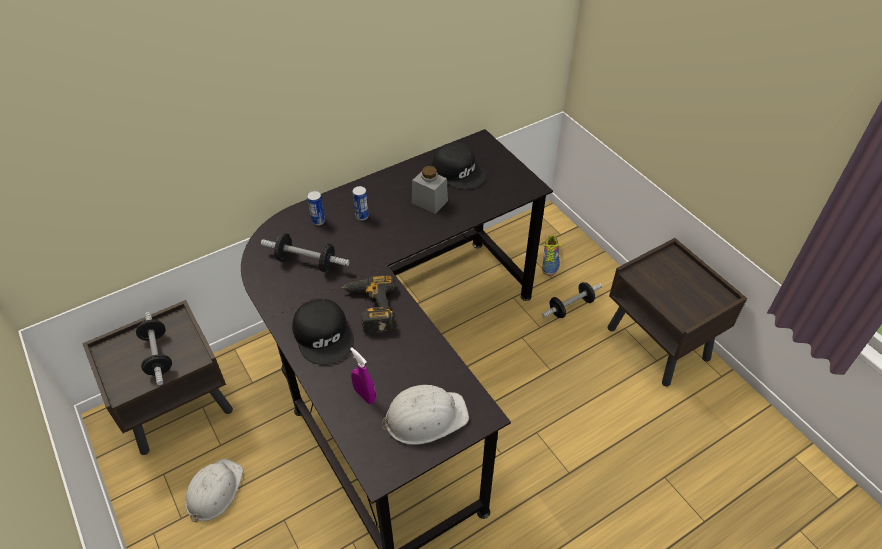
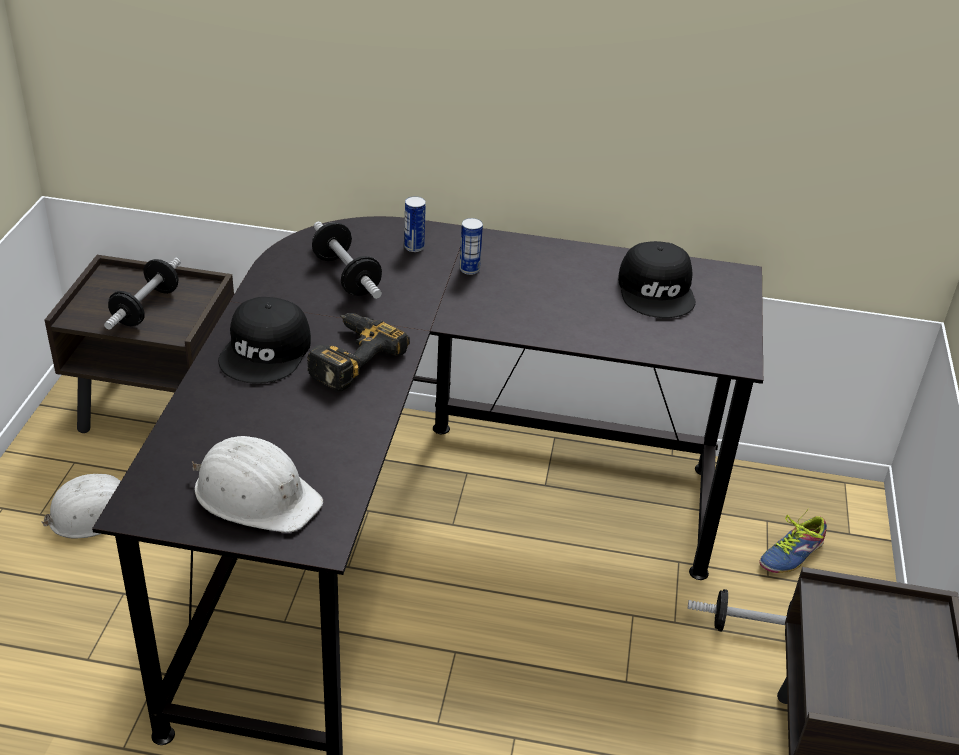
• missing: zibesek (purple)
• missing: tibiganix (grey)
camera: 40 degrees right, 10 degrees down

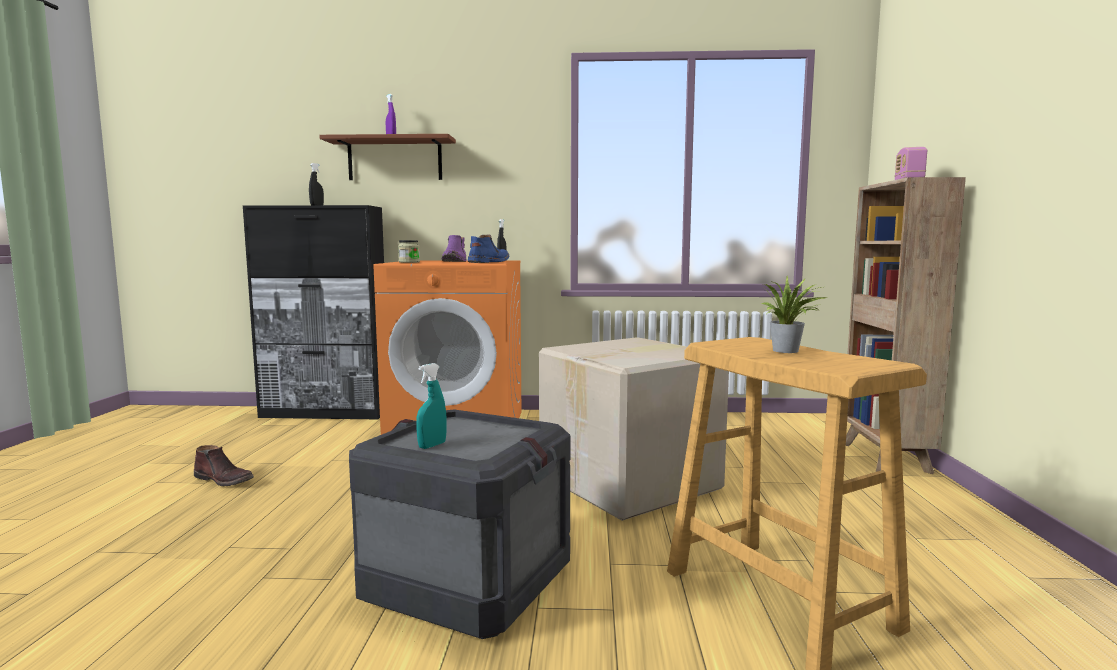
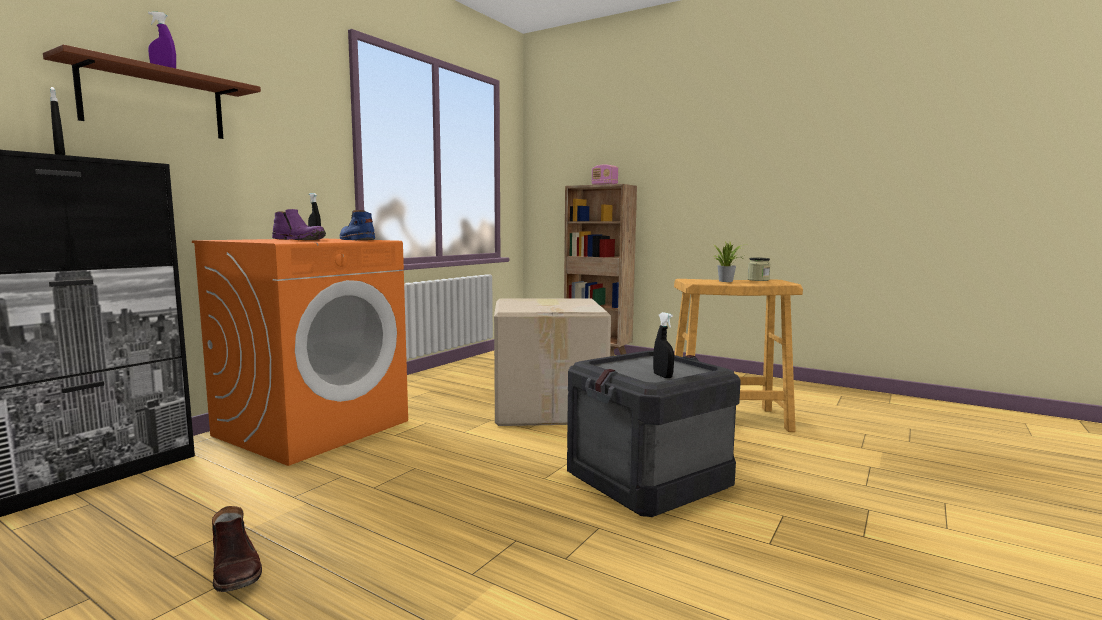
• relocated: tibiganix
• colour: zibesek (turquoise) to zibesek (black) (no. 3 from left)
• spun: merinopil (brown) 90 degrees clockwise
camera: 60 degrees left, 0 degrees up

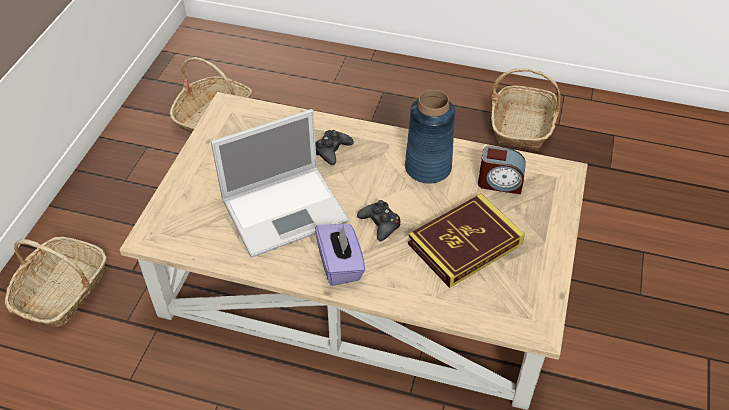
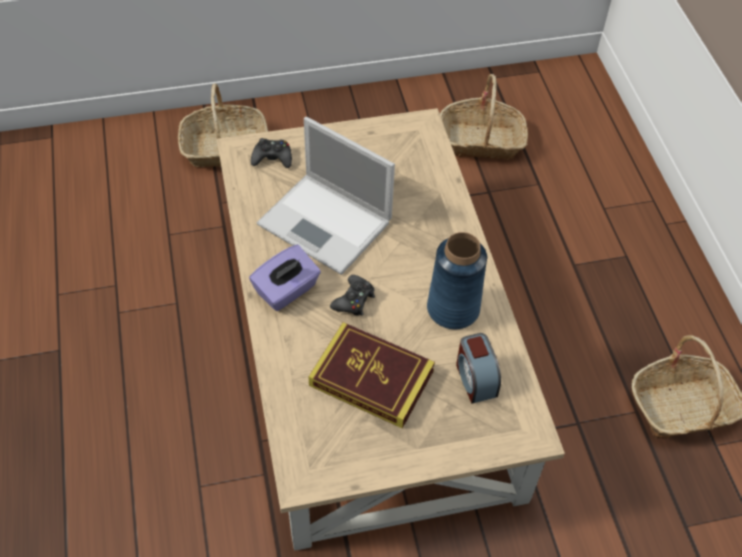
• relocated: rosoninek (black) (no. 1 from left)
camera: 60 degrees right, 5 degrees up

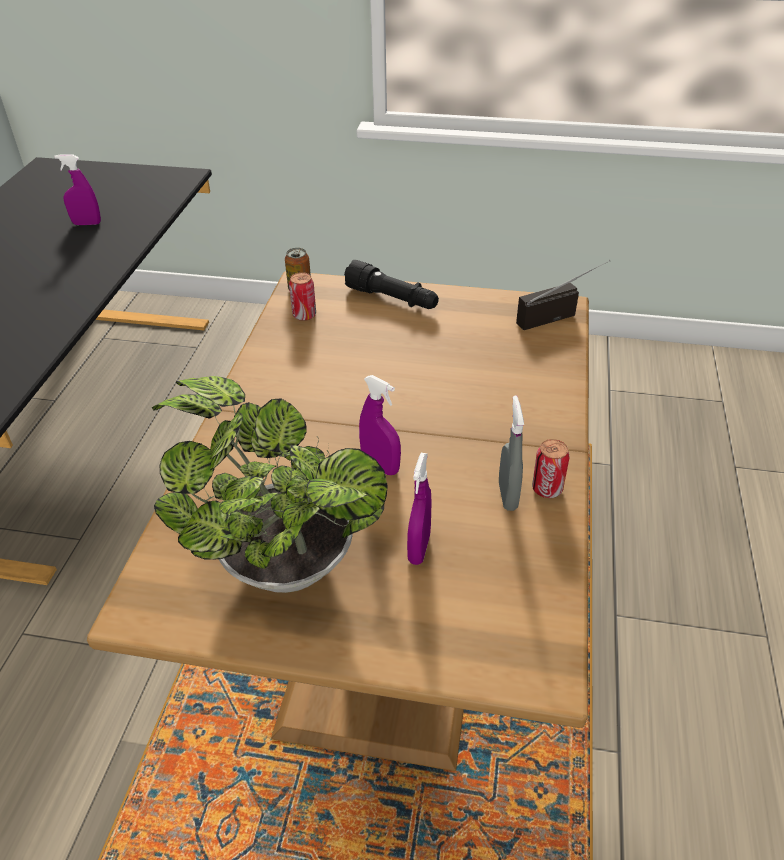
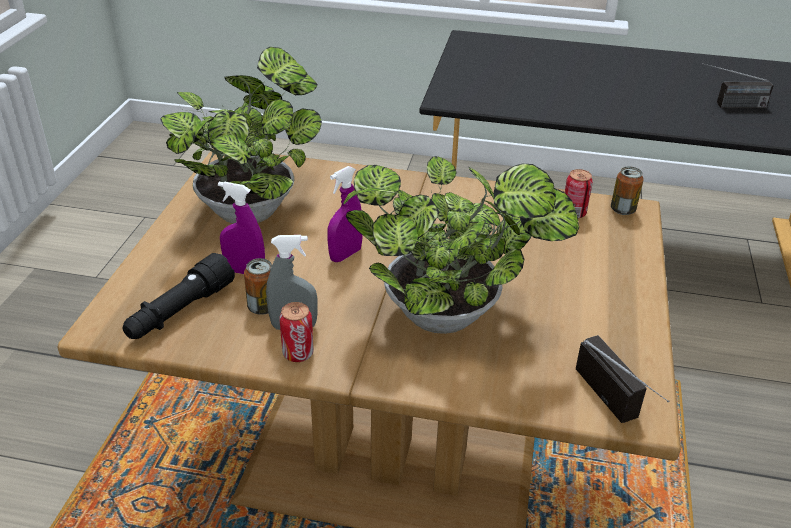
• appeared: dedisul (no. 1 from left)
• appeared: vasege (no. 2 from left)
• relocated: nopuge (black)
• exchanged: zibesek (purple) (no. 1 from left) to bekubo (no. 2 from left)
camera: 90 degrees right, 5 degrees down

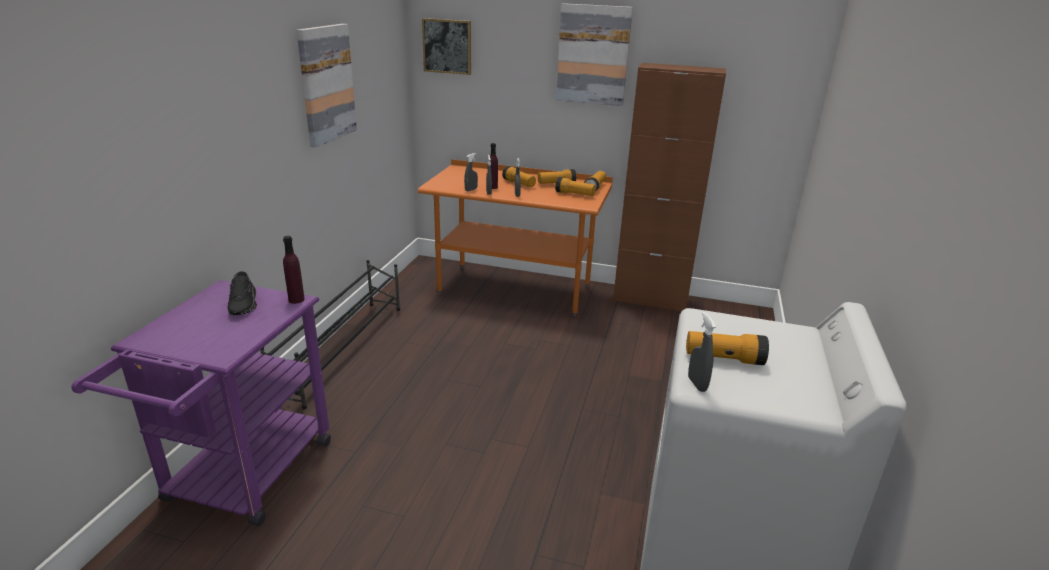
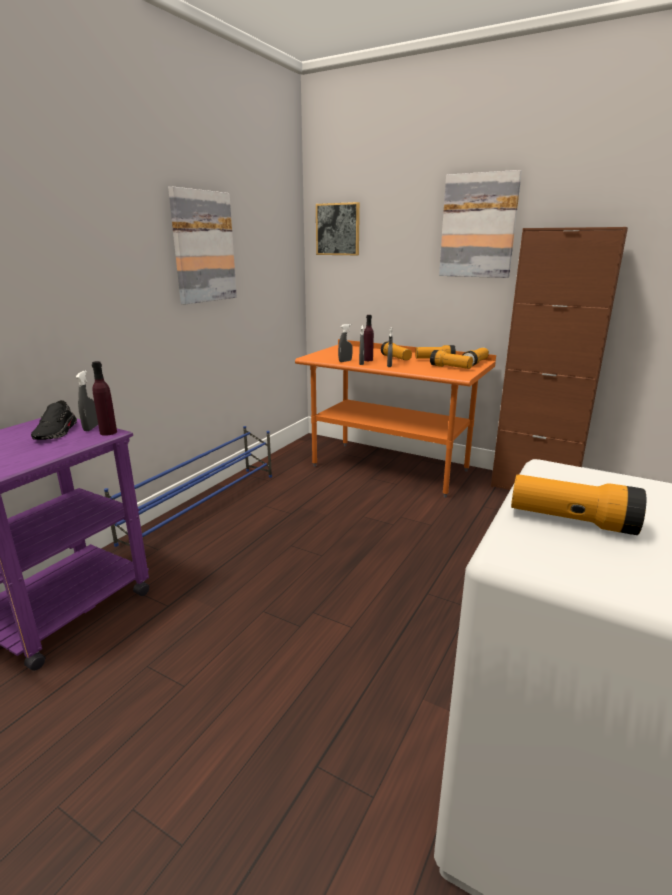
• relocated: zibesek (grey) (no. 4 from left in the first image) to zibesek (grey) (no. 1 from left)
• colour: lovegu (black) to lovegu (blue)
camera: 15 degrees right, 5 degrees down

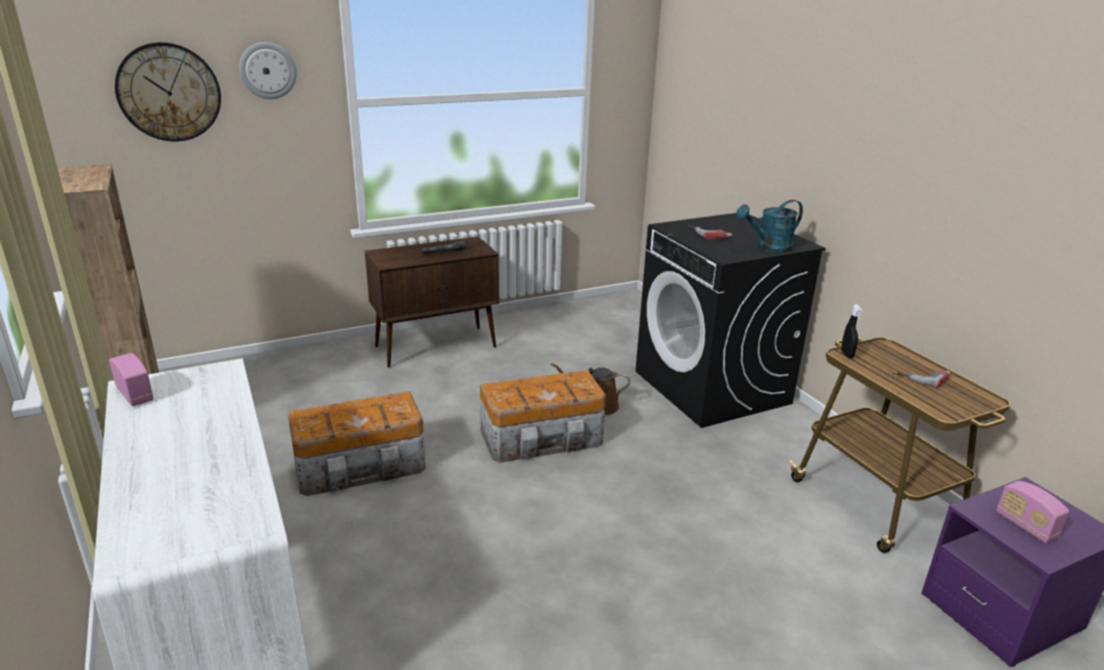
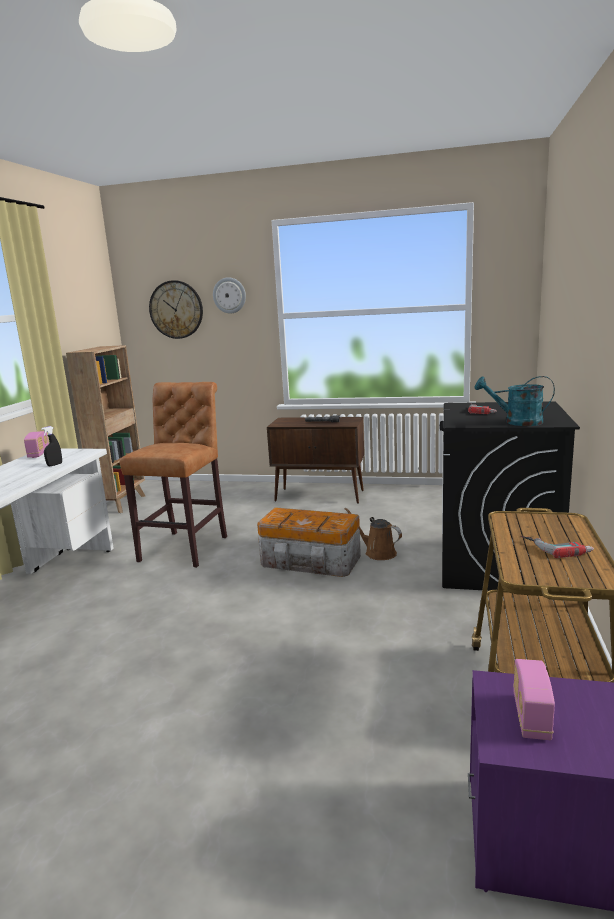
• relocated: zibesek (black)
• exchanged: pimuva (no. 1 from left) to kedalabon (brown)
camera: 40 degrees right, 10 degrees down

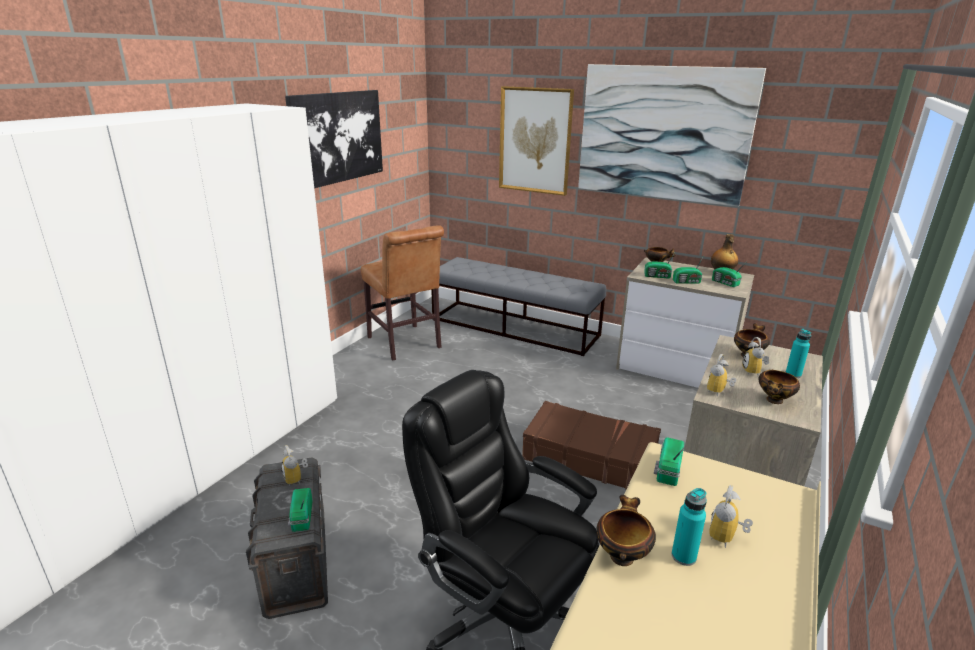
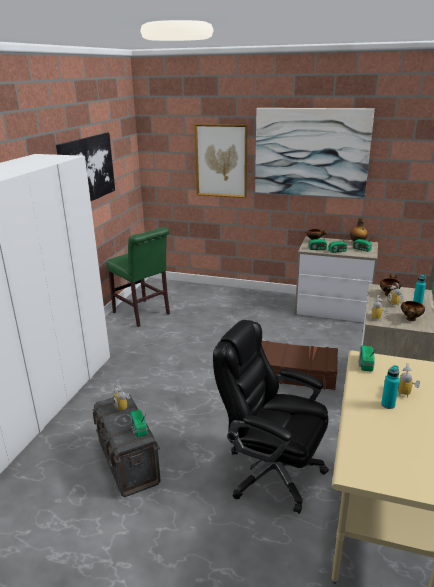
• missing: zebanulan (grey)
• missing: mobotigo (no. 1 from left)
• colour: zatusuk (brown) to zatusuk (green)
camera: 10 degrees left, 0 degrees up

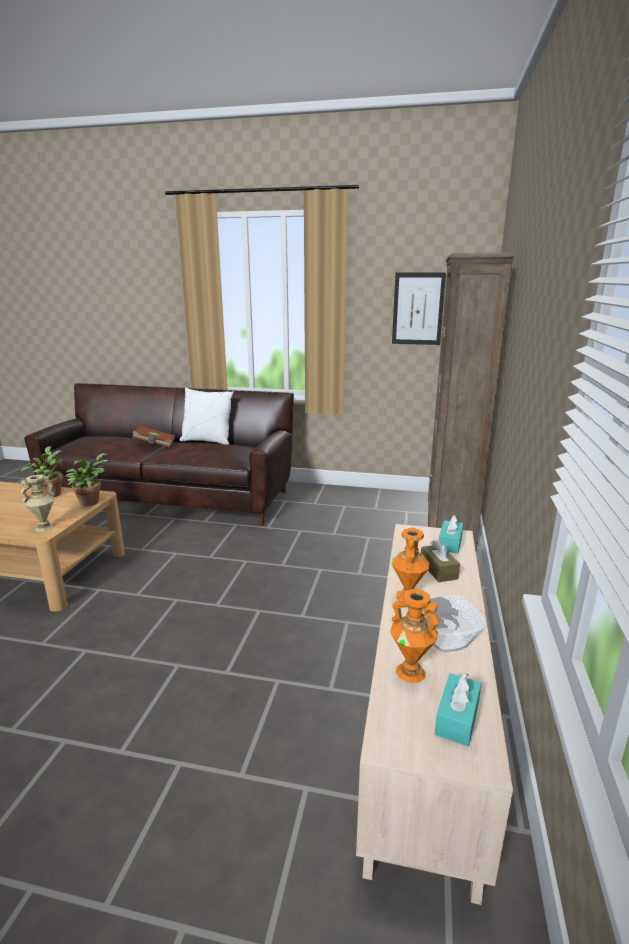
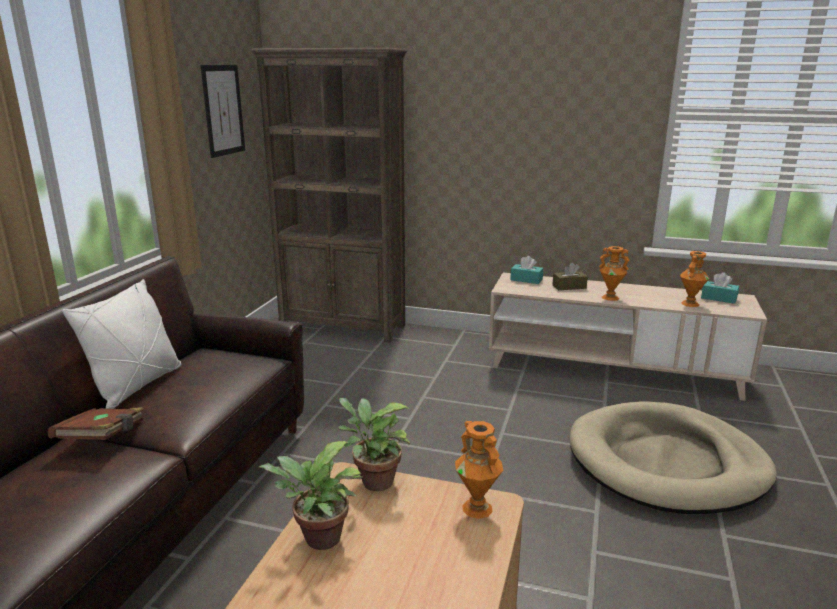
• missing: mobotigo
• appeared: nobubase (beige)
• colour: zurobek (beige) to zurobek (orange) (no. 1 from left)
camera: 85 degrees left, 0 degrees up

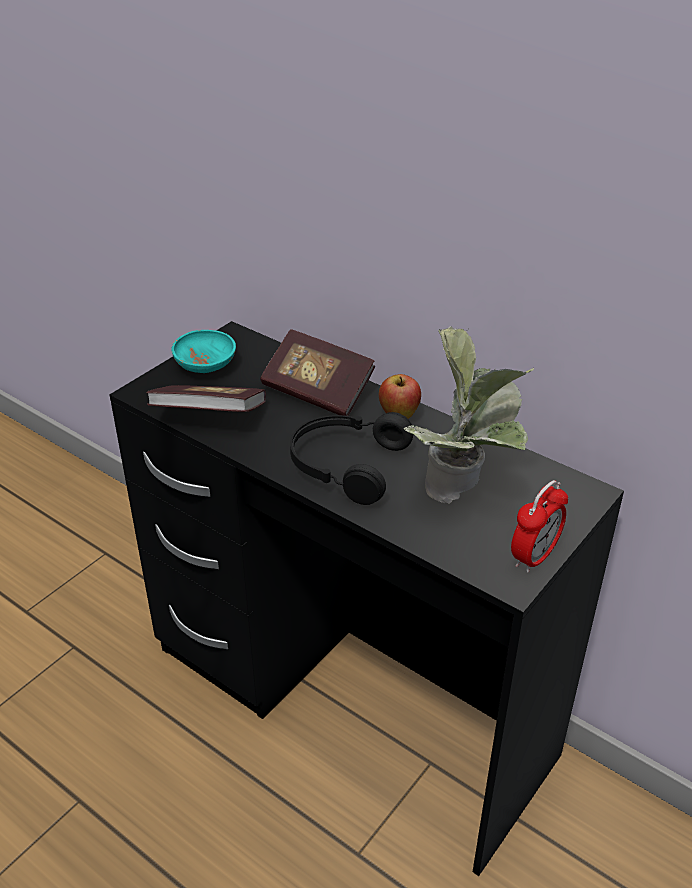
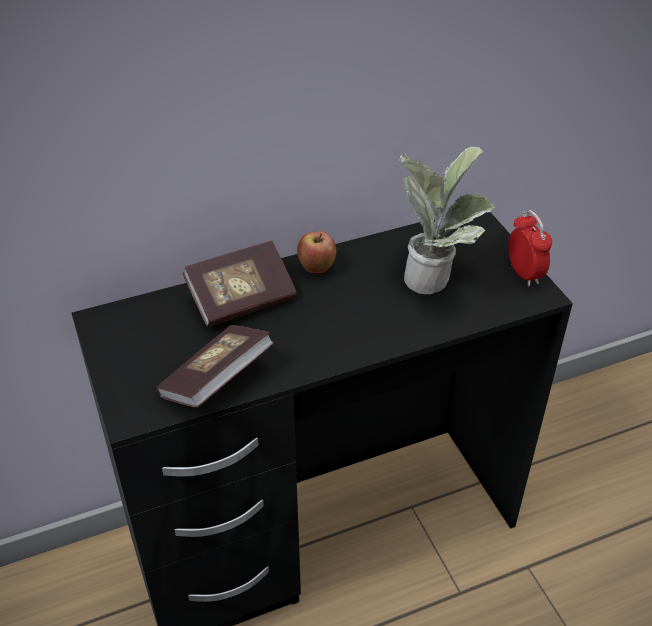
• missing: mobotigo (turquoise)
• missing: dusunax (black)
camera: 60 degrees left, 5 degrees up

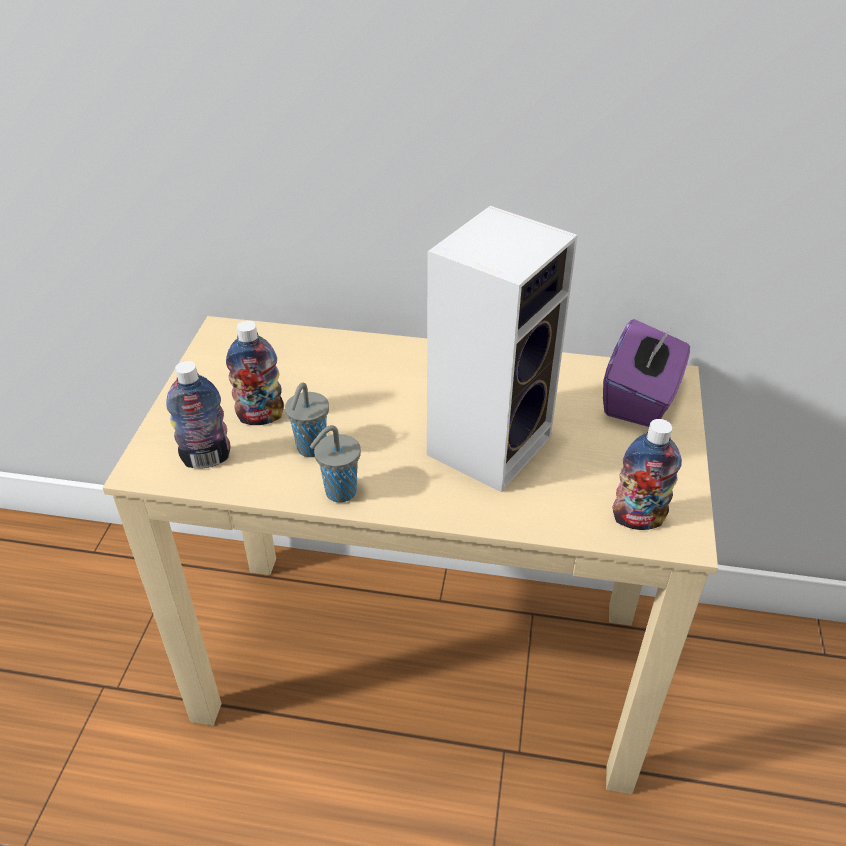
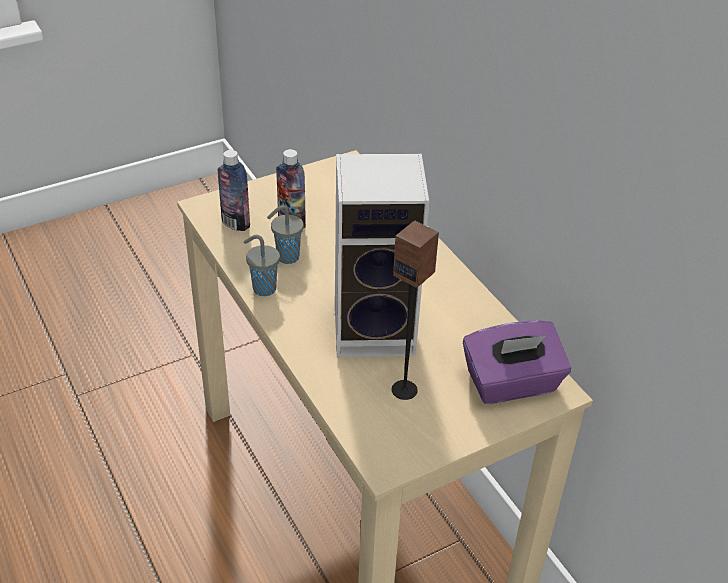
• missing: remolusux (no. 3 from left)
• appeared: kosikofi (no. 2 from left)
camera: 50 degrees right, 0 degrees up

